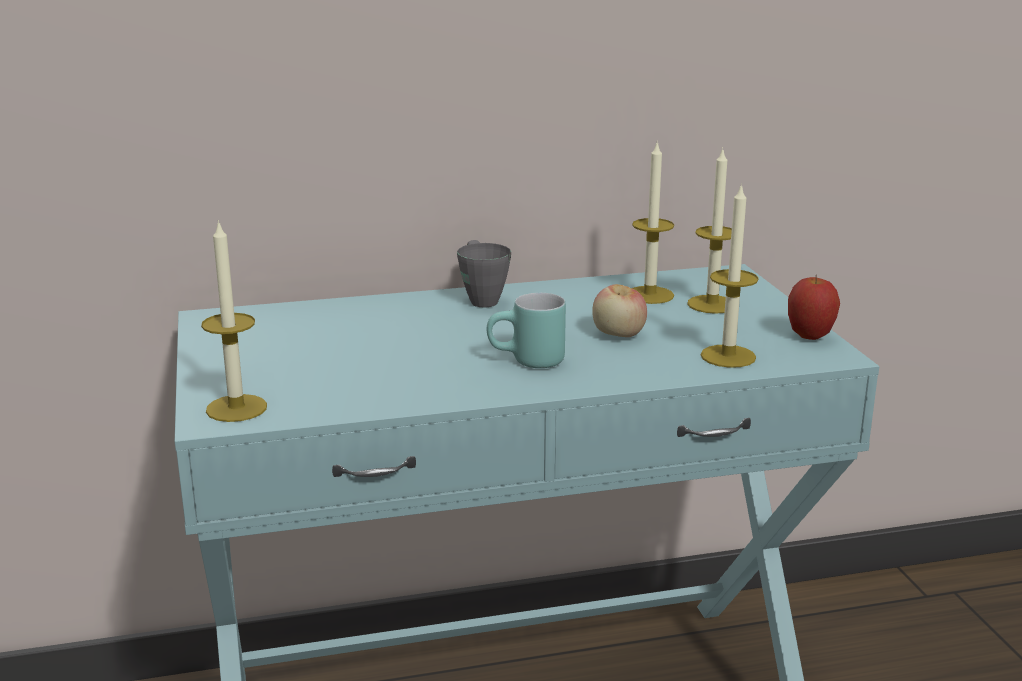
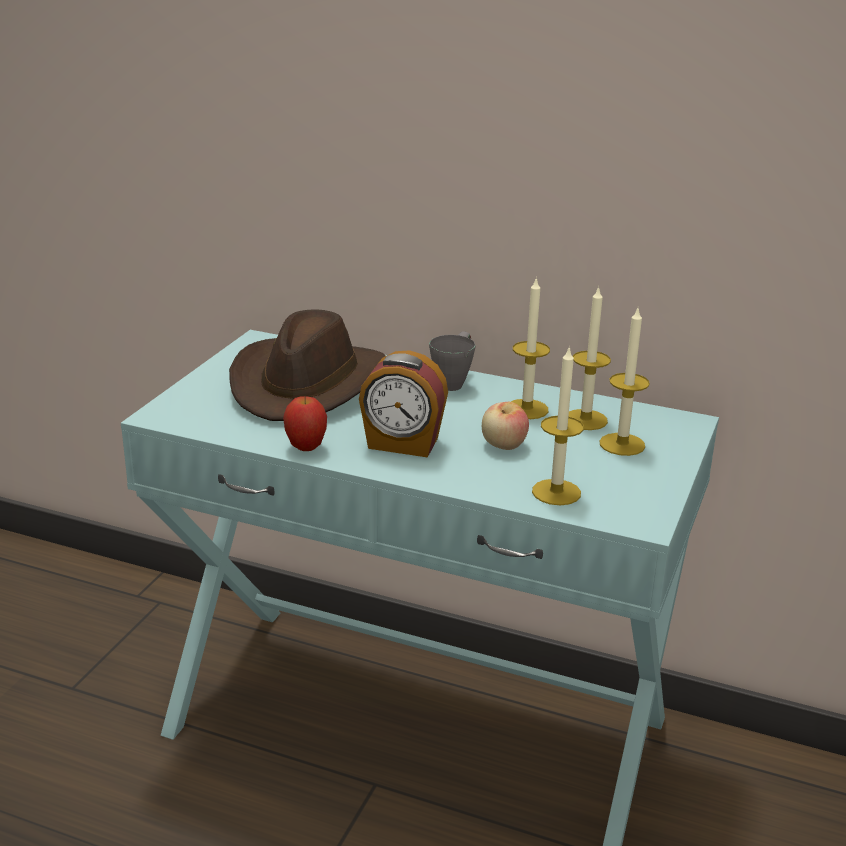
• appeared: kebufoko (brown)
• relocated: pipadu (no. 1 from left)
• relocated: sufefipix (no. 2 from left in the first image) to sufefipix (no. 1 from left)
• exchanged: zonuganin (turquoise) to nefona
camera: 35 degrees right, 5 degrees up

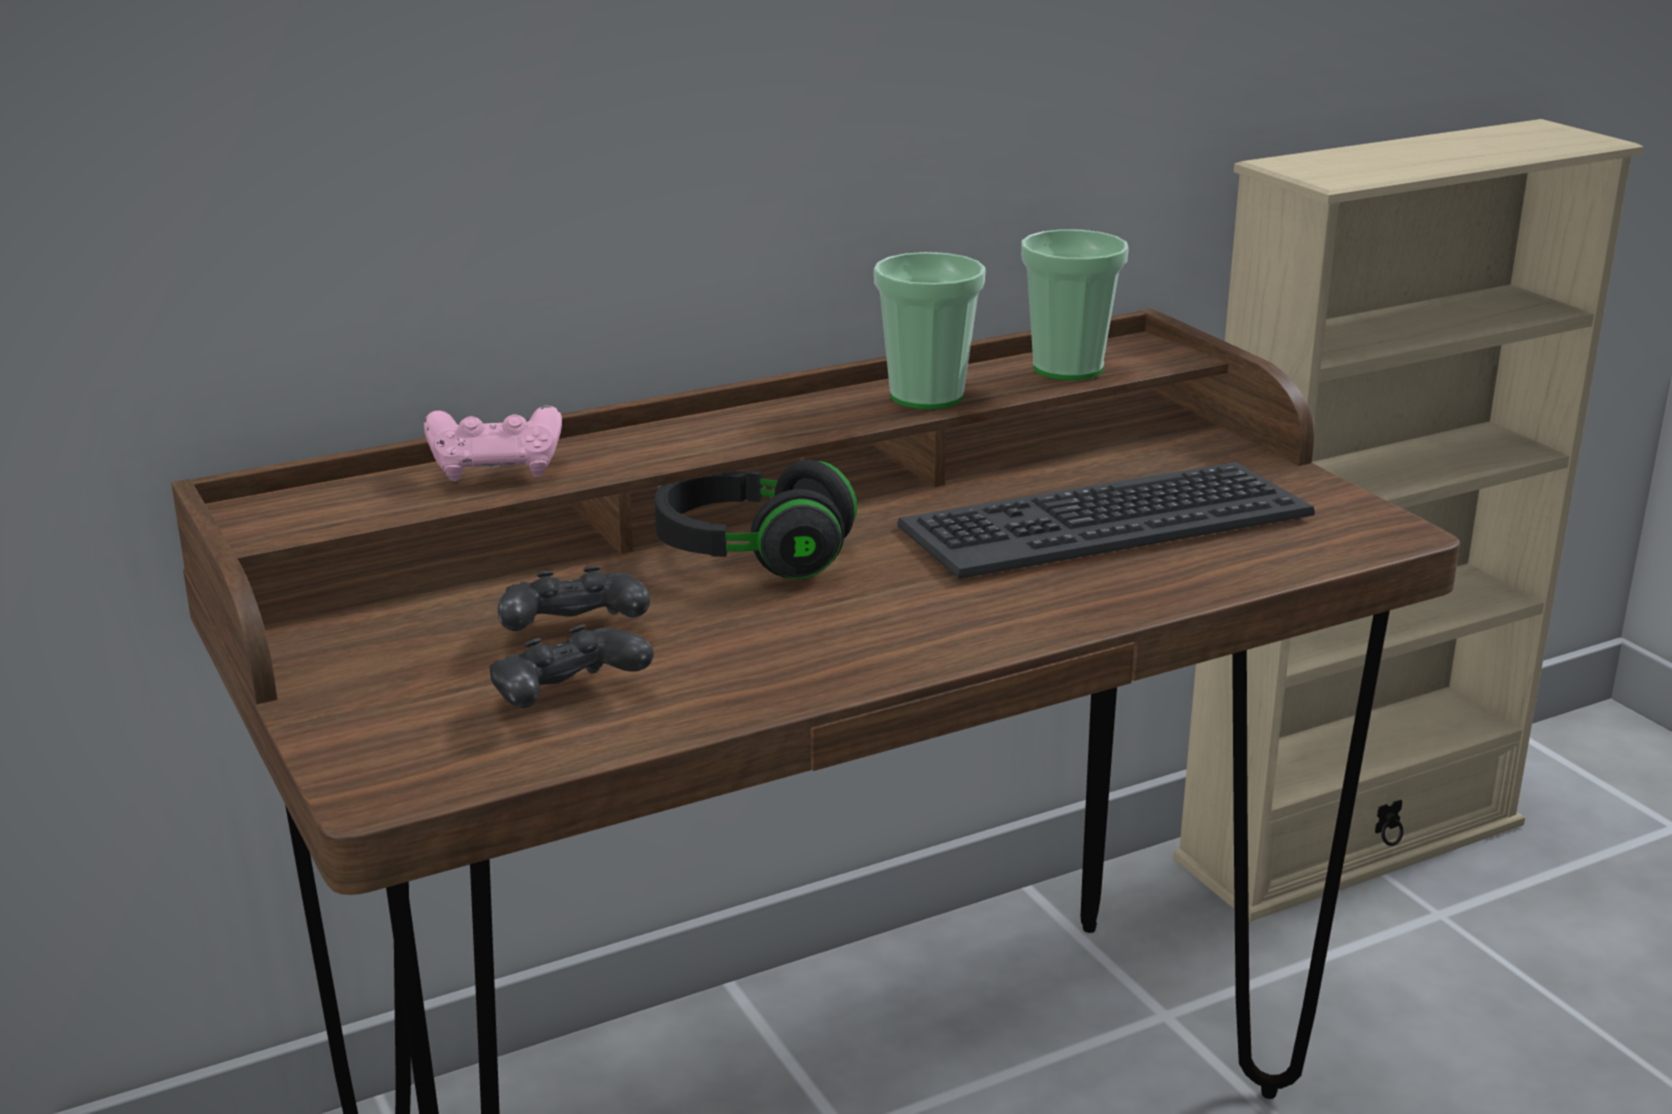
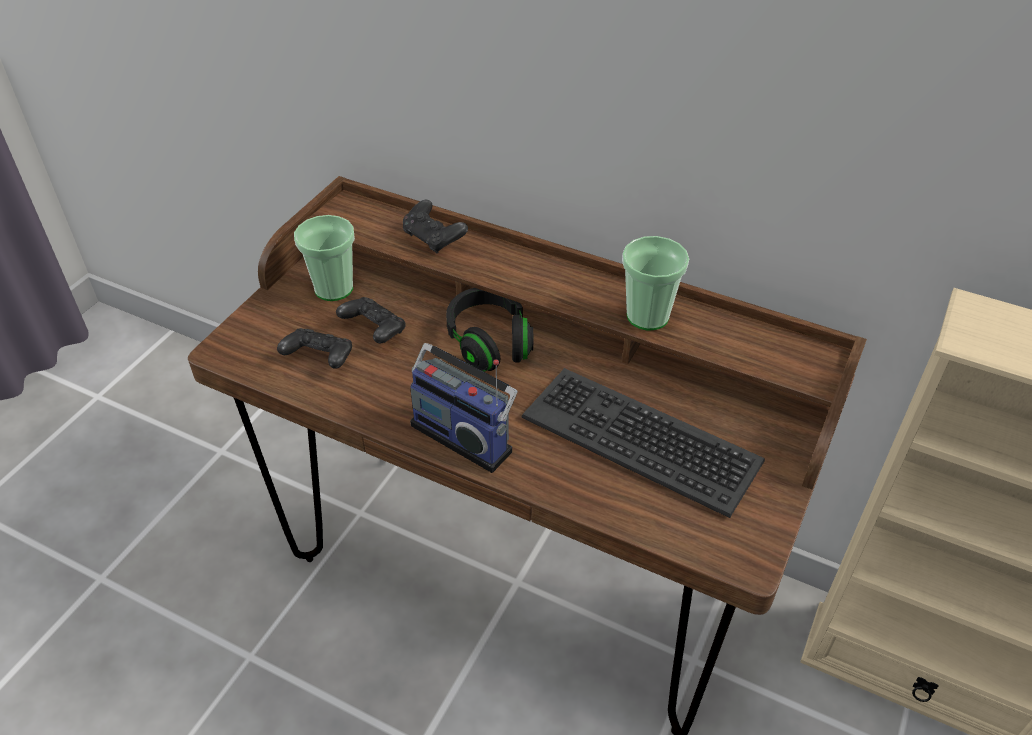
• appeared: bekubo
• relocated: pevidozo (no. 2 from left in the first image) to pevidozo (no. 1 from left)
• colour: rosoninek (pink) to rosoninek (black) (no. 3 from left)
camera: 55 degrees right, 20 degrees up

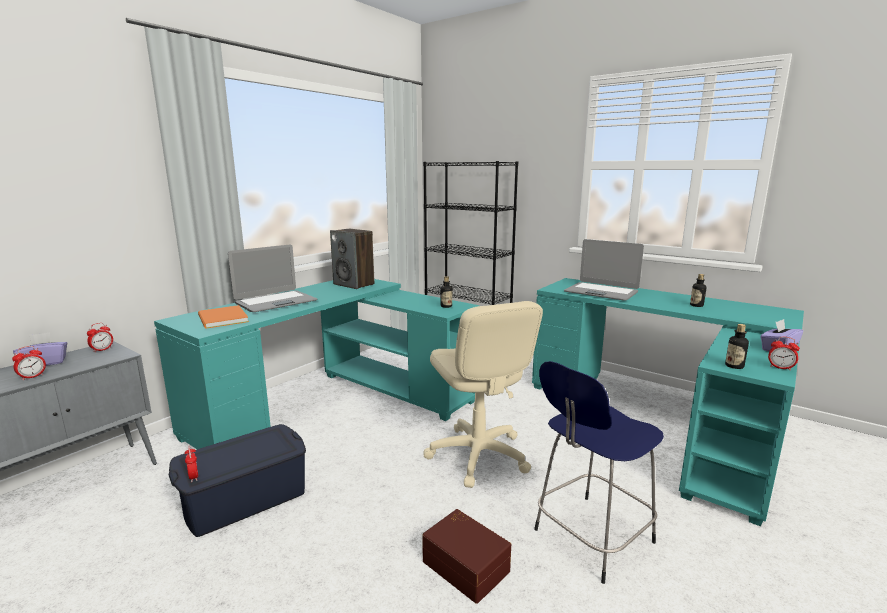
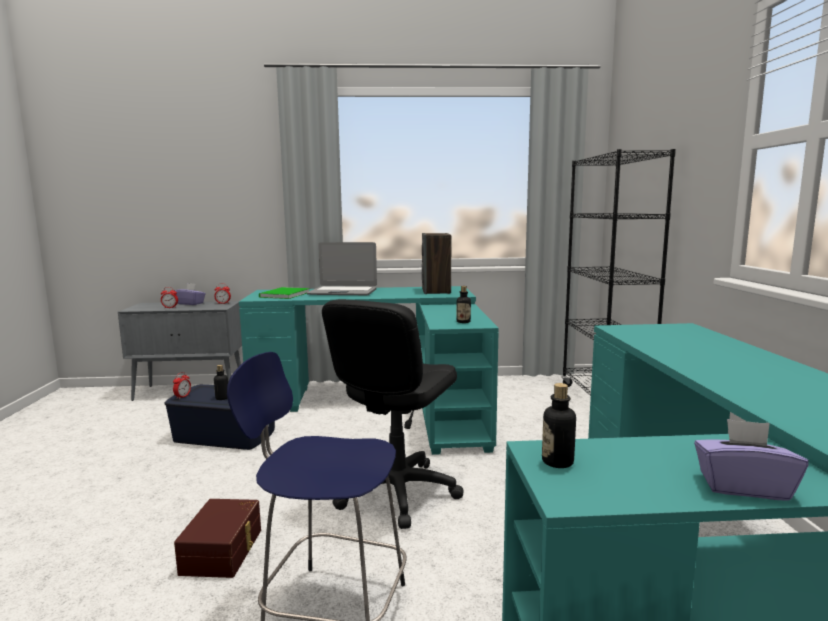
• missing: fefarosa (no. 2 from left)
• missing: nefona (no. 4 from left)
• relocated: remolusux (no. 2 from left in the first image) to remolusux (no. 1 from left)
• colour: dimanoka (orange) to dimanoka (green)
• colour: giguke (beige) to giguke (black)
camera: 50 degrees right, 5 degrees down

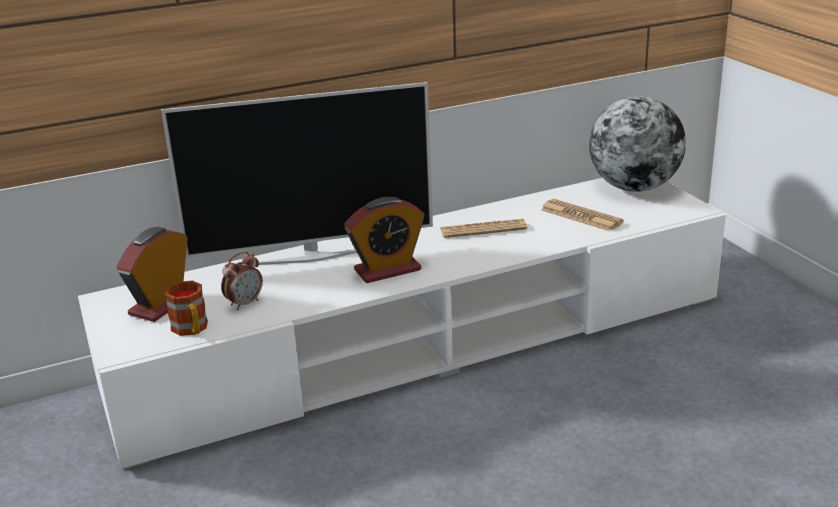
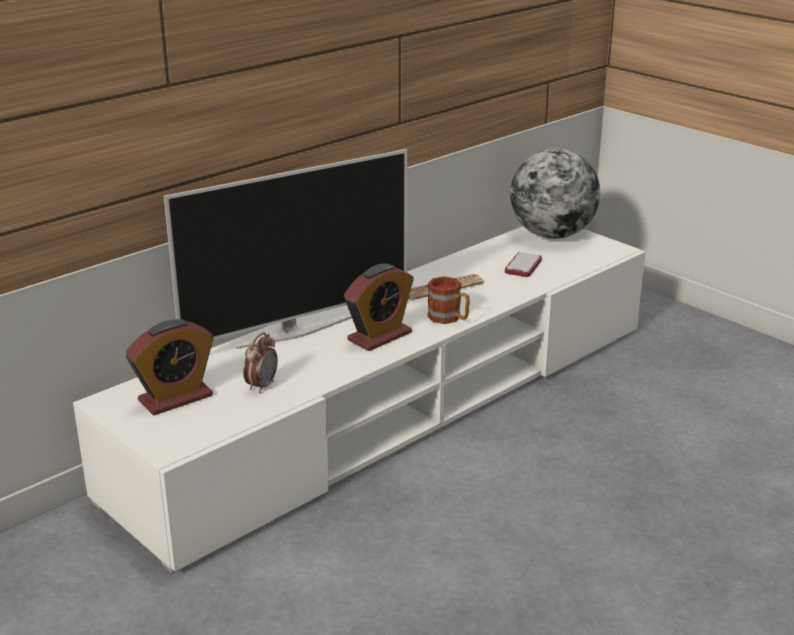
• relocated: zonuganin
• exchanged: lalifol (no. 2 from left) to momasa
• spun: nefona (no. 1 from left) 135 degrees counterclockwise
camera: 20 degrees left, 0 degrees up

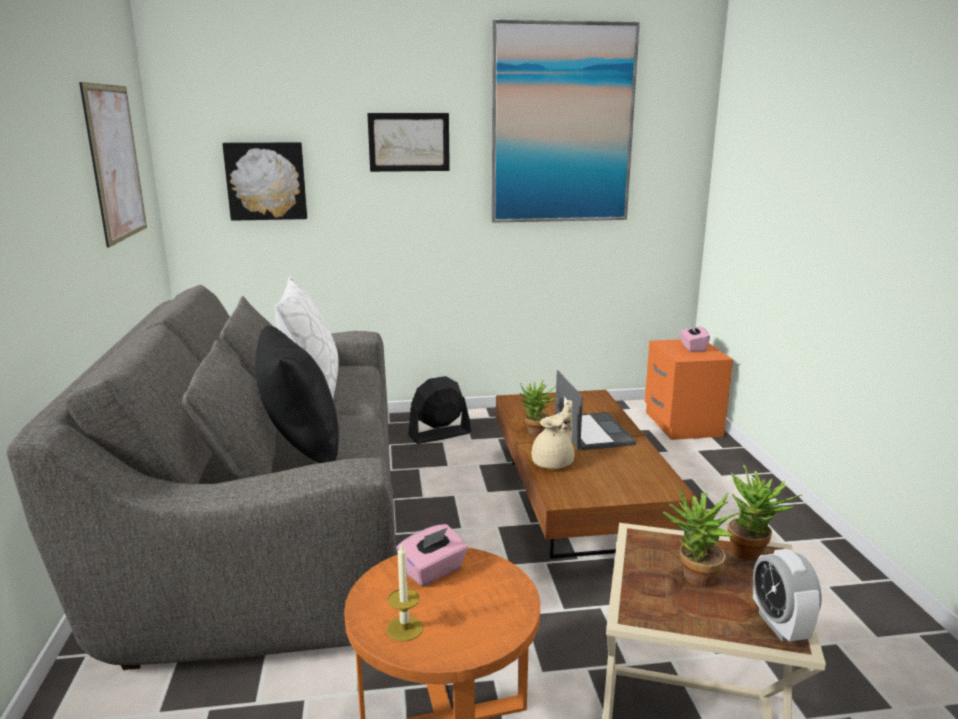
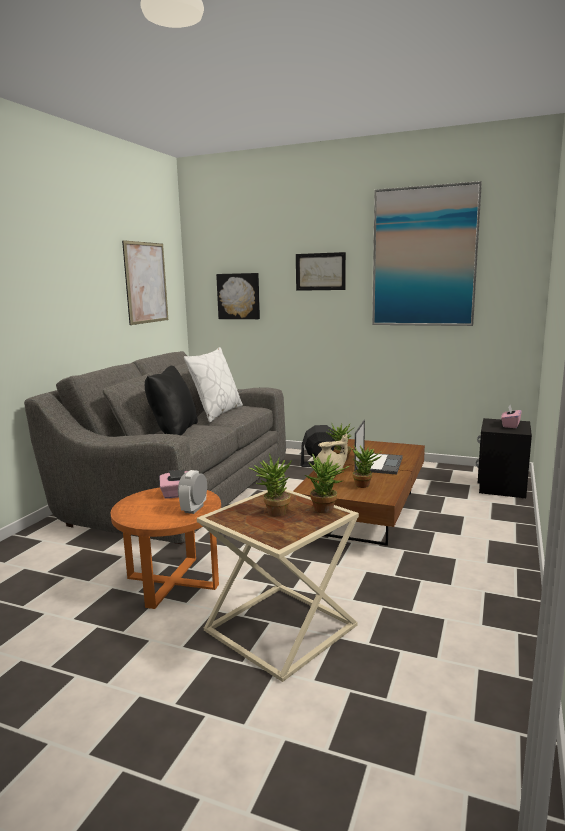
• missing: pipadu
• appeared: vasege (no. 4 from left)
• relocated: nefona
• colour: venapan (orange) to venapan (black)
camera: 30 degrees right, 5 degrees down

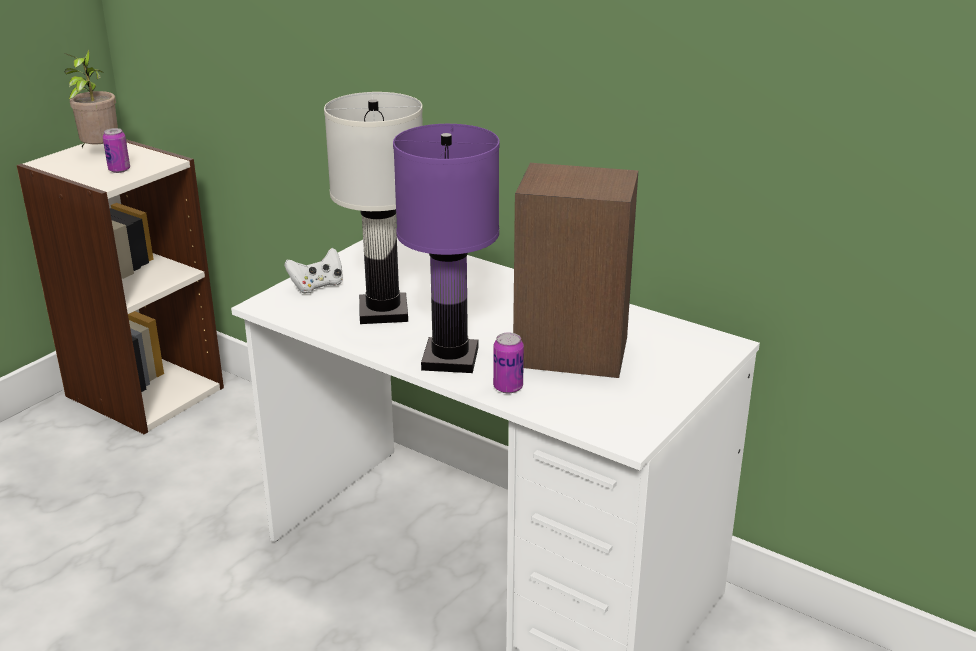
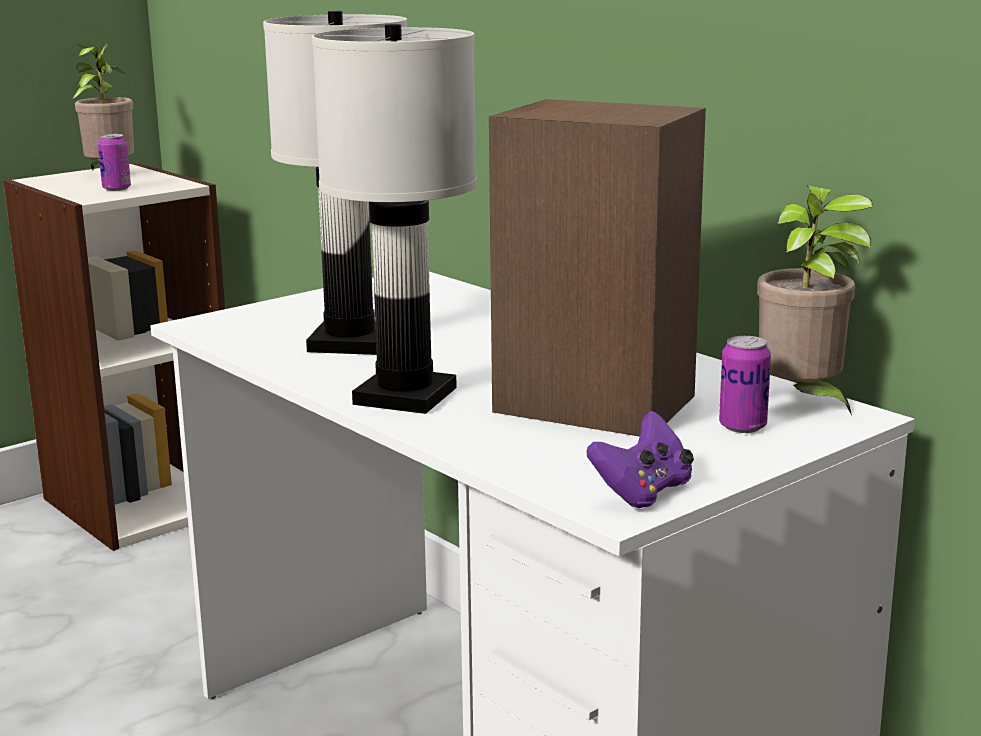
• missing: rosoninek (white)
• appeared: rosoninek (purple)
• appeared: vasege (no. 2 from left)
• relocated: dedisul (no. 2 from left)
• colour: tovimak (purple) to tovimak (white) (no. 2 from left)
camera: 15 degrees right, 10 degrees down

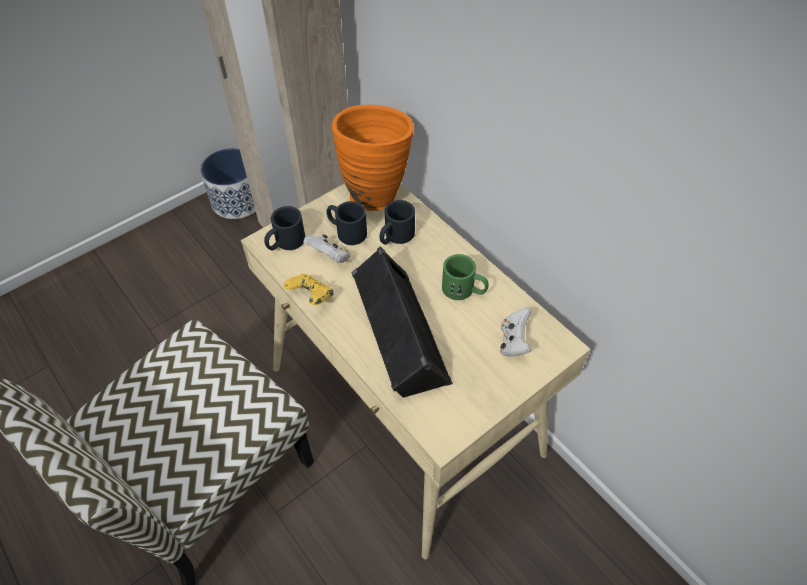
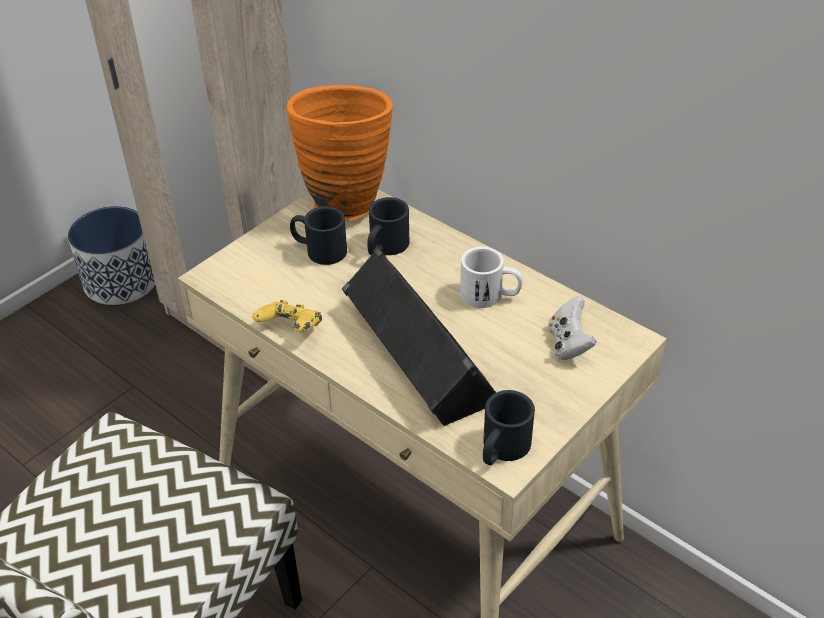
• missing: rosoninek (white) (no. 1 from left)
• relocated: zonuganin (black) (no. 1 from left in the first image) to zonuganin (black) (no. 3 from left)
• colour: zonuganin (green) to zonuganin (white)
camera: 10 degrees left, 10 degrees down

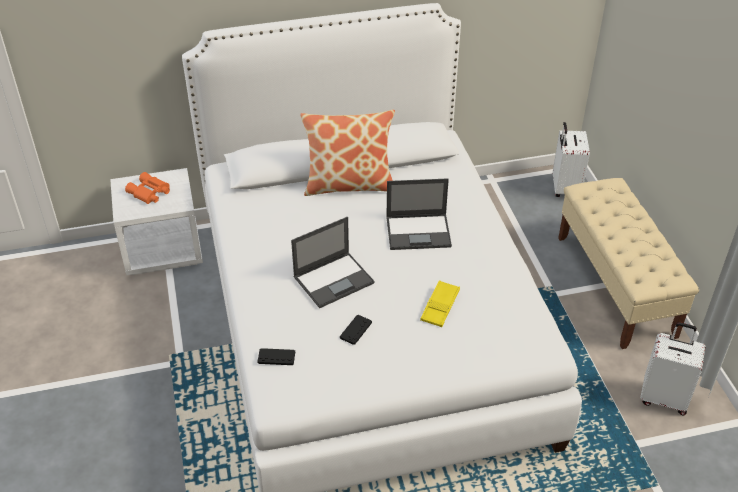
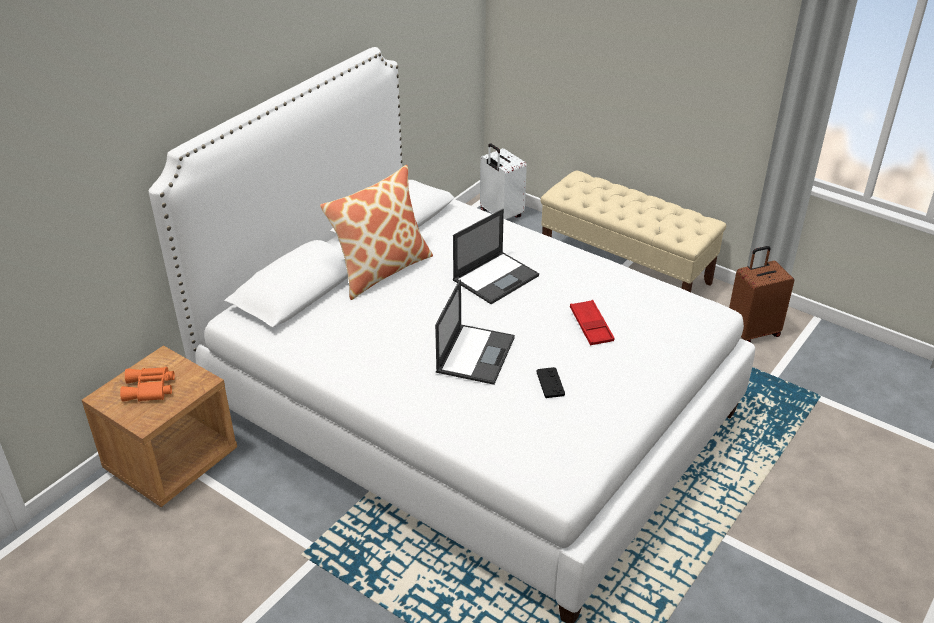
• missing: rosoninek (black) (no. 1 from left)
• colour: venapan (white) to venapan (brown)
• colour: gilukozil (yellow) to gilukozil (red)
• colour: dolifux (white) (no. 2 from left) to dolifux (brown)
camera: 40 degrees left, 5 degrees down

